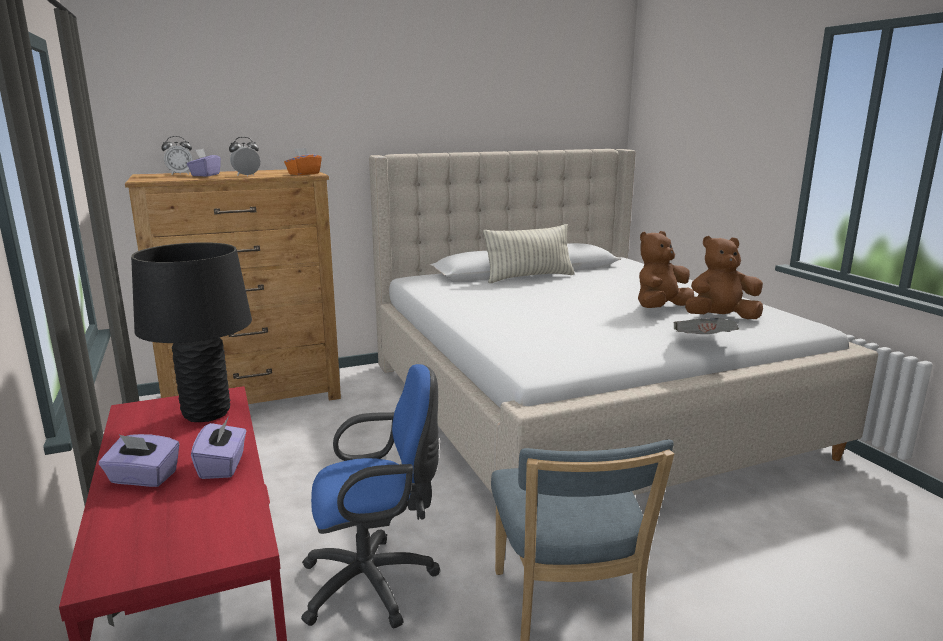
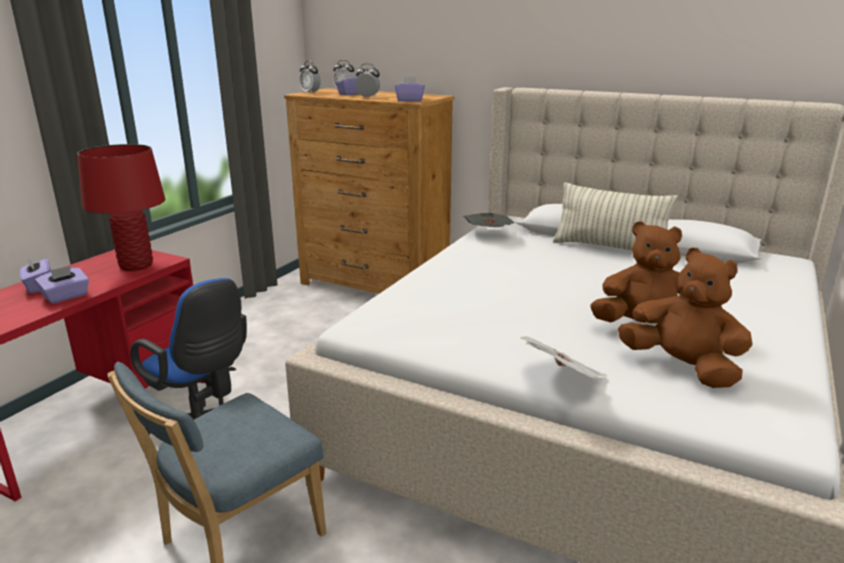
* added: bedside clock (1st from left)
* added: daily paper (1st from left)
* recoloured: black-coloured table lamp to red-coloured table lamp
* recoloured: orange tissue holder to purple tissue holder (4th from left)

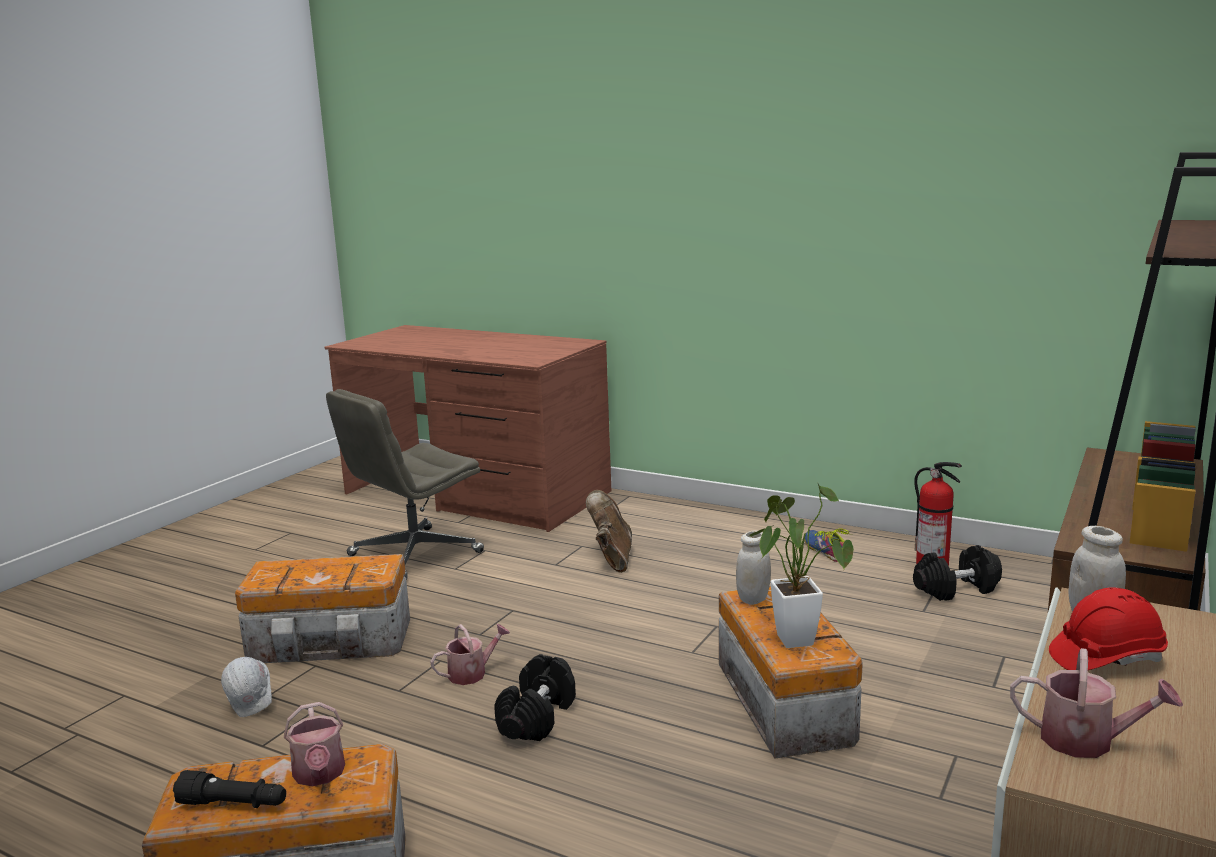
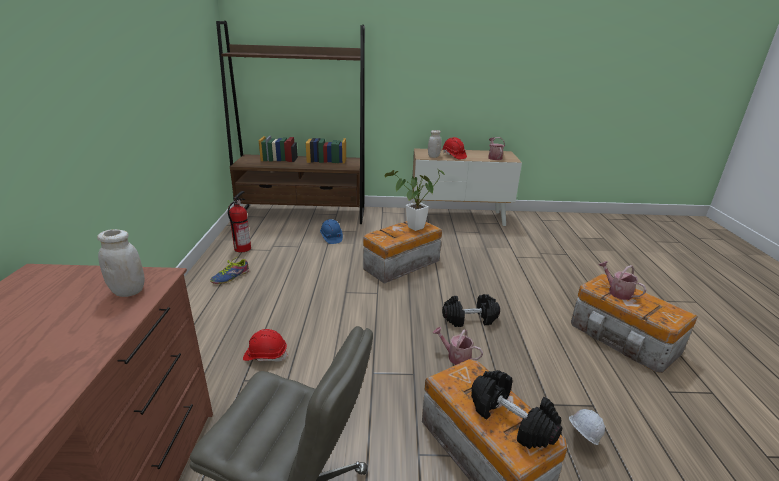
* removed: black-coloured hand torch
* added: blue-coloured work helmet
* moved: white jar (1st from left)
* moved: black-coloured dumbbell (2nd from left)
* replaced: brown-coloured boot to red-coloured work helmet (1st from left)
* turned: watering can (1st from left in the first image) 75 degrees counterclockwise

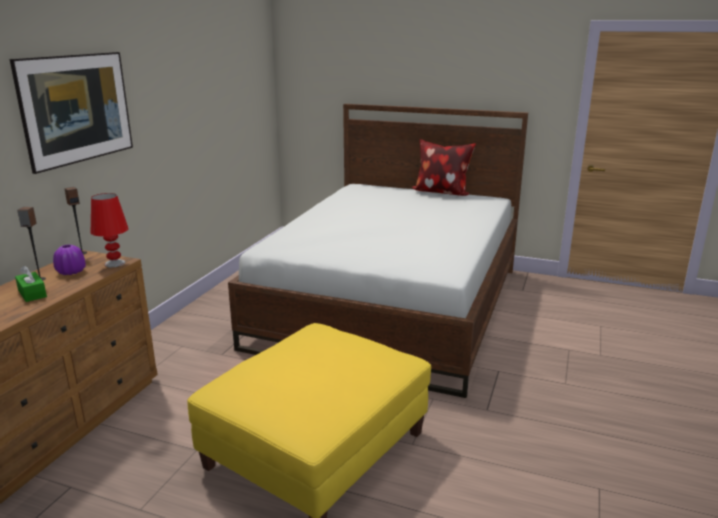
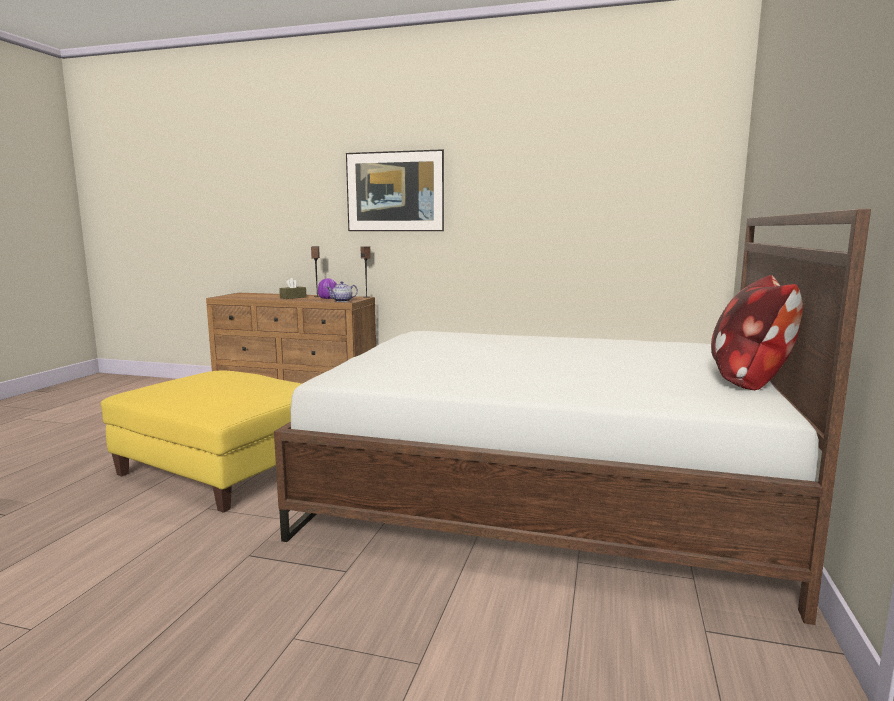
* replaced: red-coloured table lamp to tea pot
* recoloured: green tissue holder to brown-coloured tissue holder

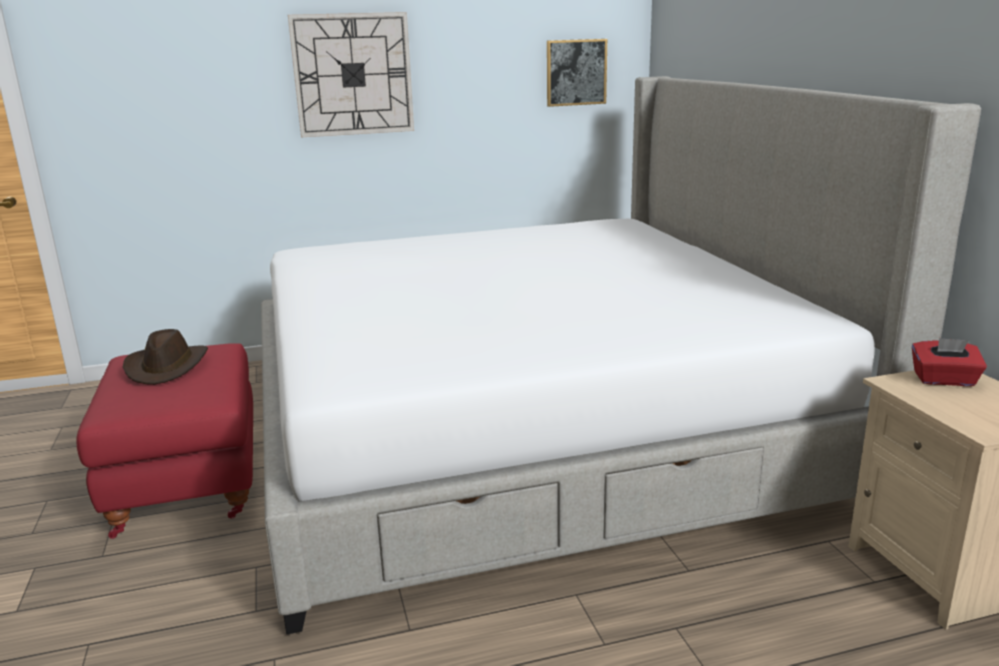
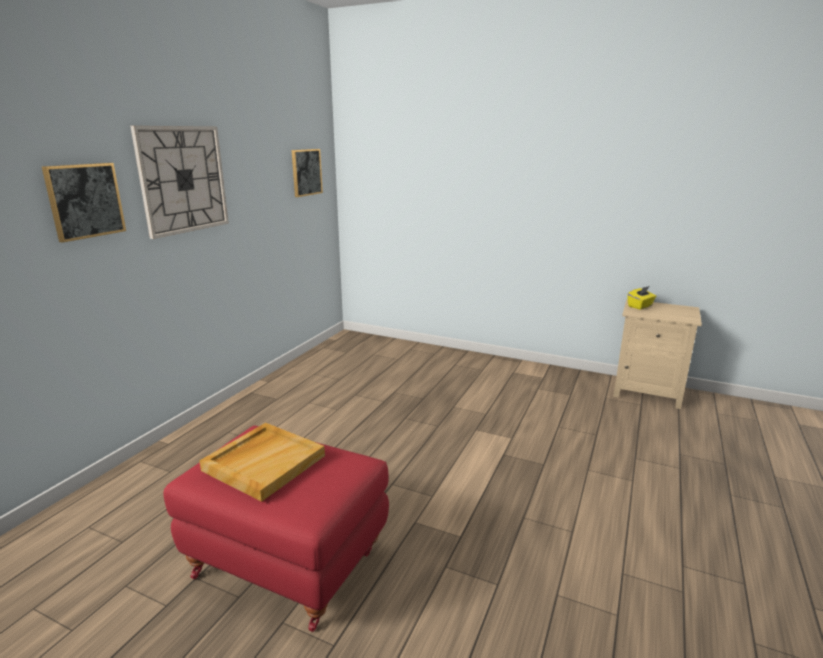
* removed: bed
* added: wall picture (1st from left)
* replaced: brown-coloured wearable hat to sand-coloured serving tray
* recoloured: red-coloured tissue holder to yellow tissue holder

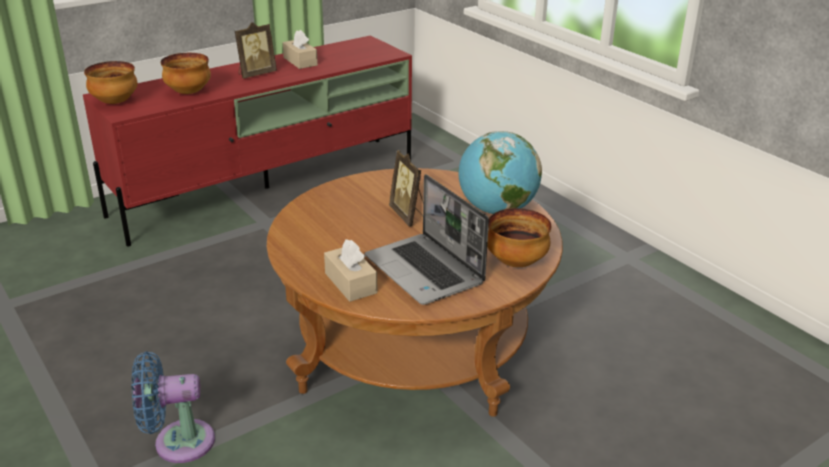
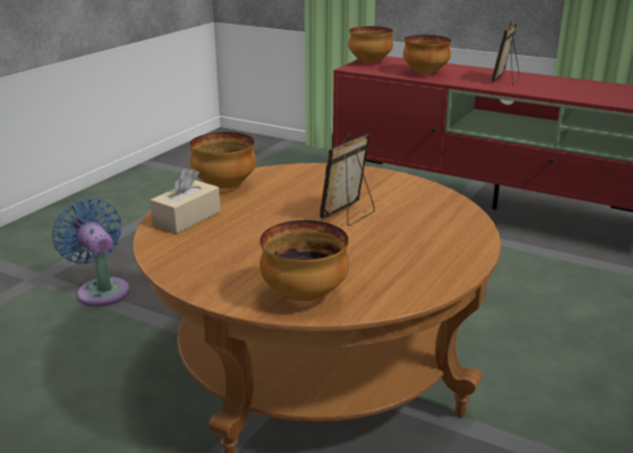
* removed: sand-coloured tissue holder (1st from left)
* removed: laptop
* removed: world globe
* added: deep dish (1st from left)
* turned: standing frame (1st from left in the first image) 90 degrees clockwise

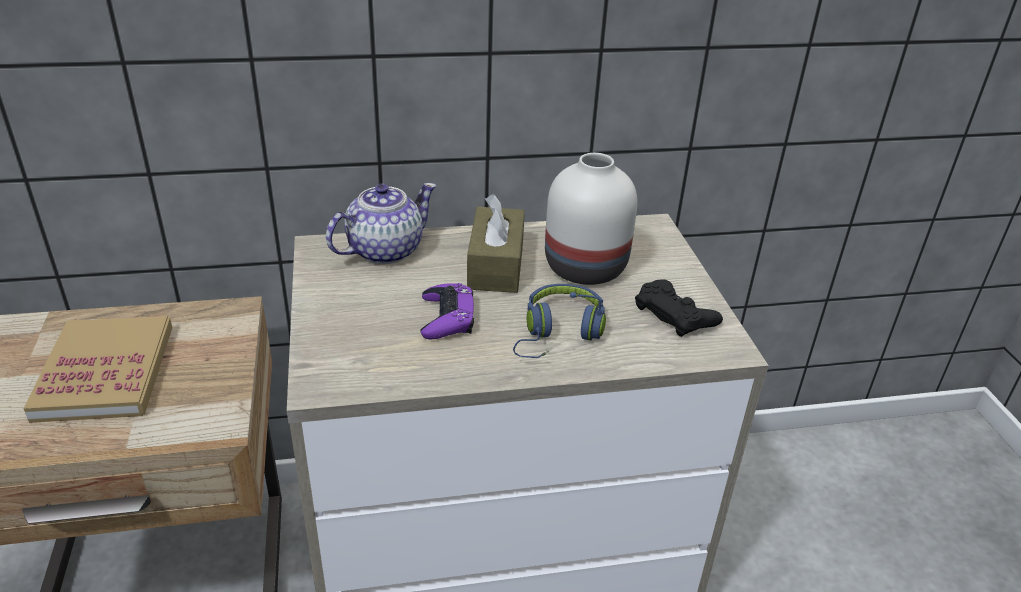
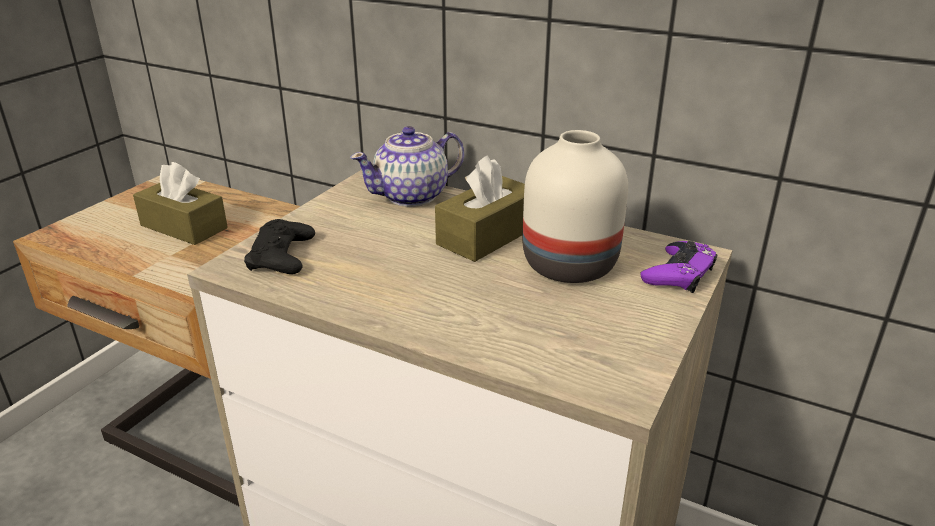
* removed: blue-coloured pair of headphones
* moved: purple gamepad
* moved: black-coloured gamepad
* replaced: bound book to brown-coloured tissue holder (1st from left)
* turned: tea pot 150 degrees clockwise

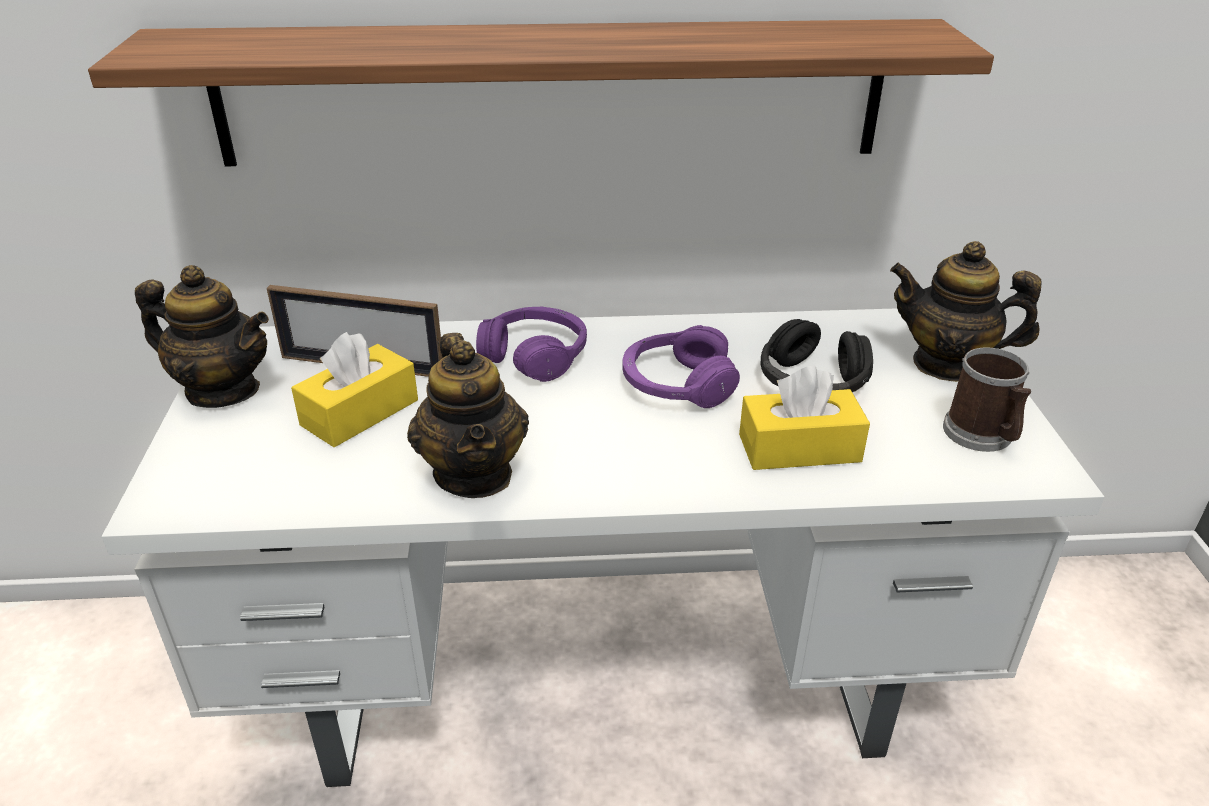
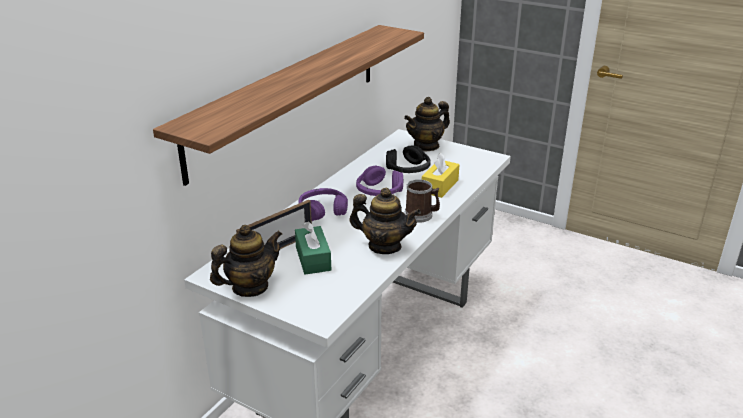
* moved: tea mug
* recoloured: yellow tissue holder (1st from left) to green tissue holder

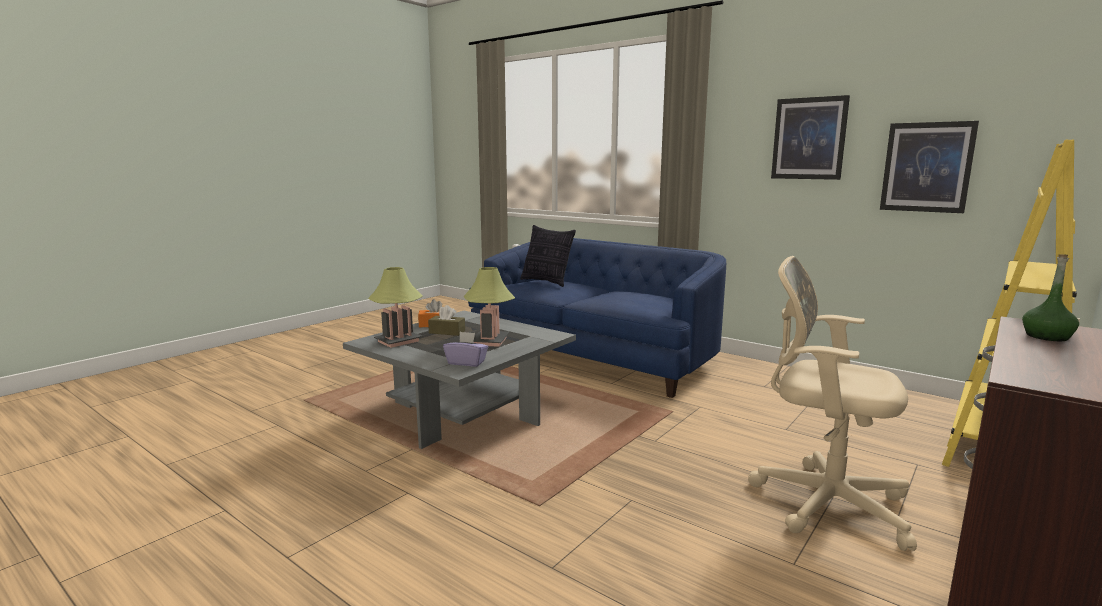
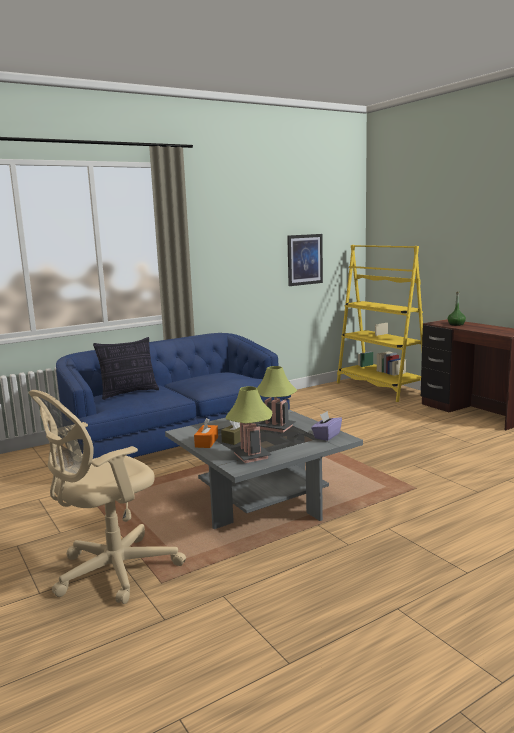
* removed: wall picture (1st from left)
* moved: sand-coloured desk chair

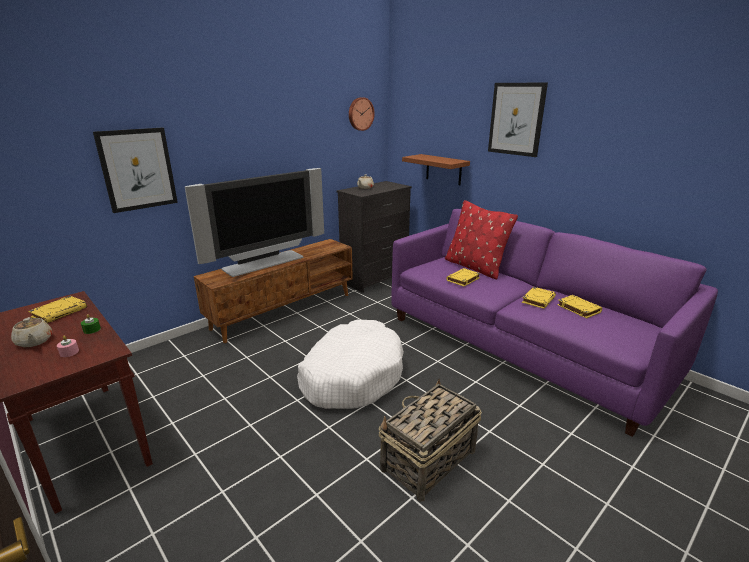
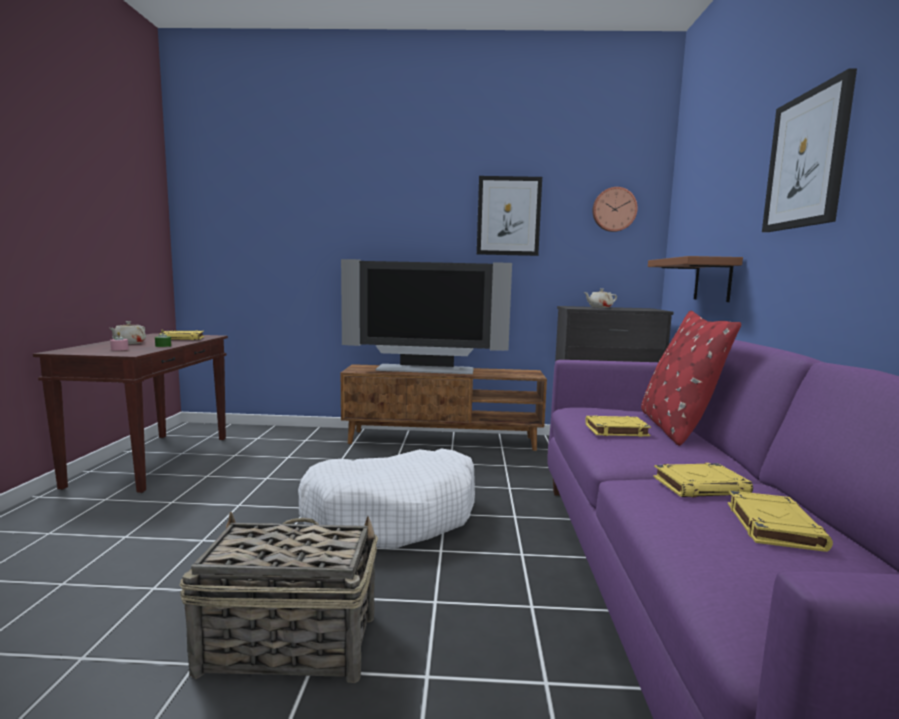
* moved: wall picture (1st from left)

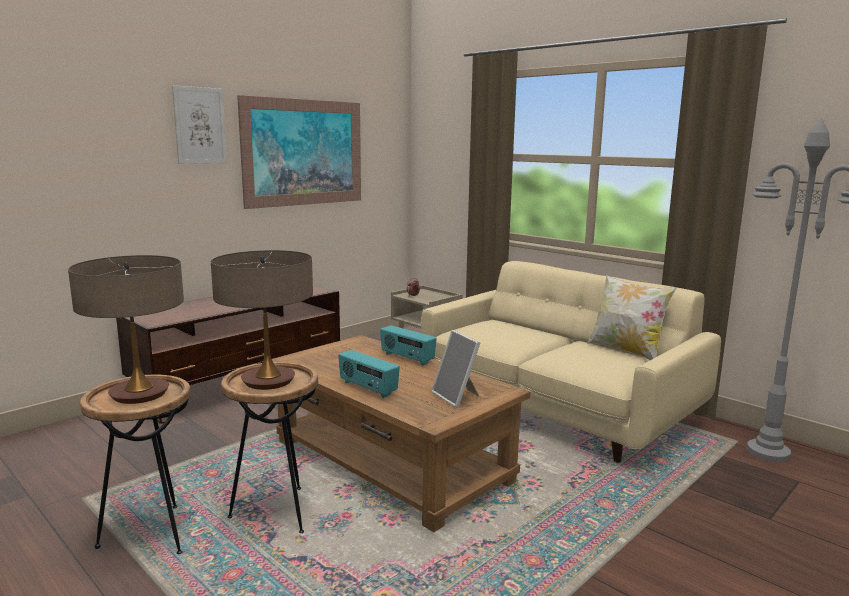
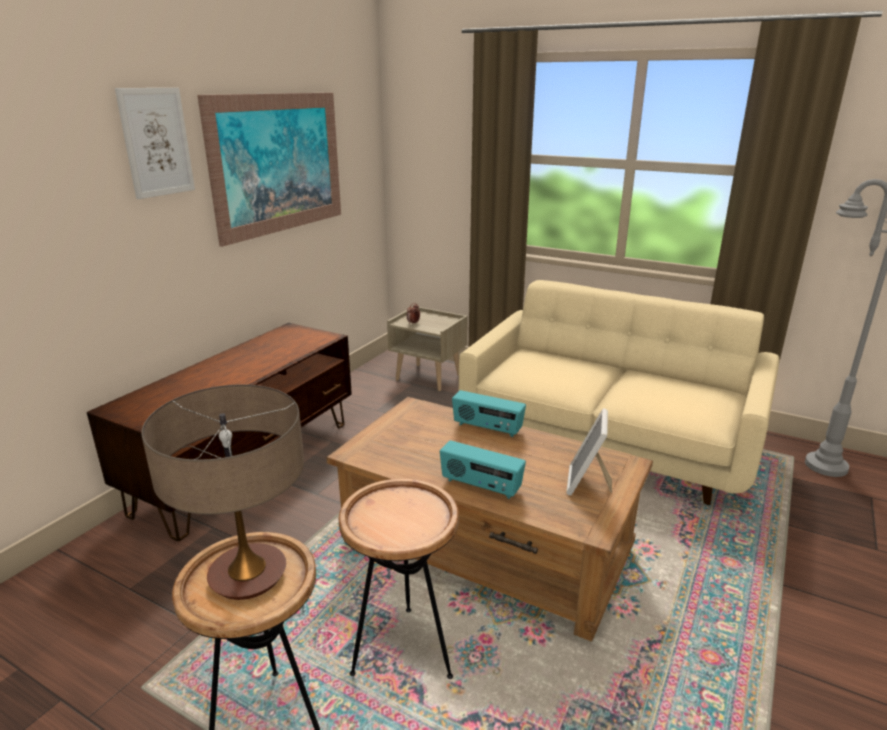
* removed: table lamp (2nd from left)
* removed: throw pillow
* turned: standing frame 60 degrees clockwise

